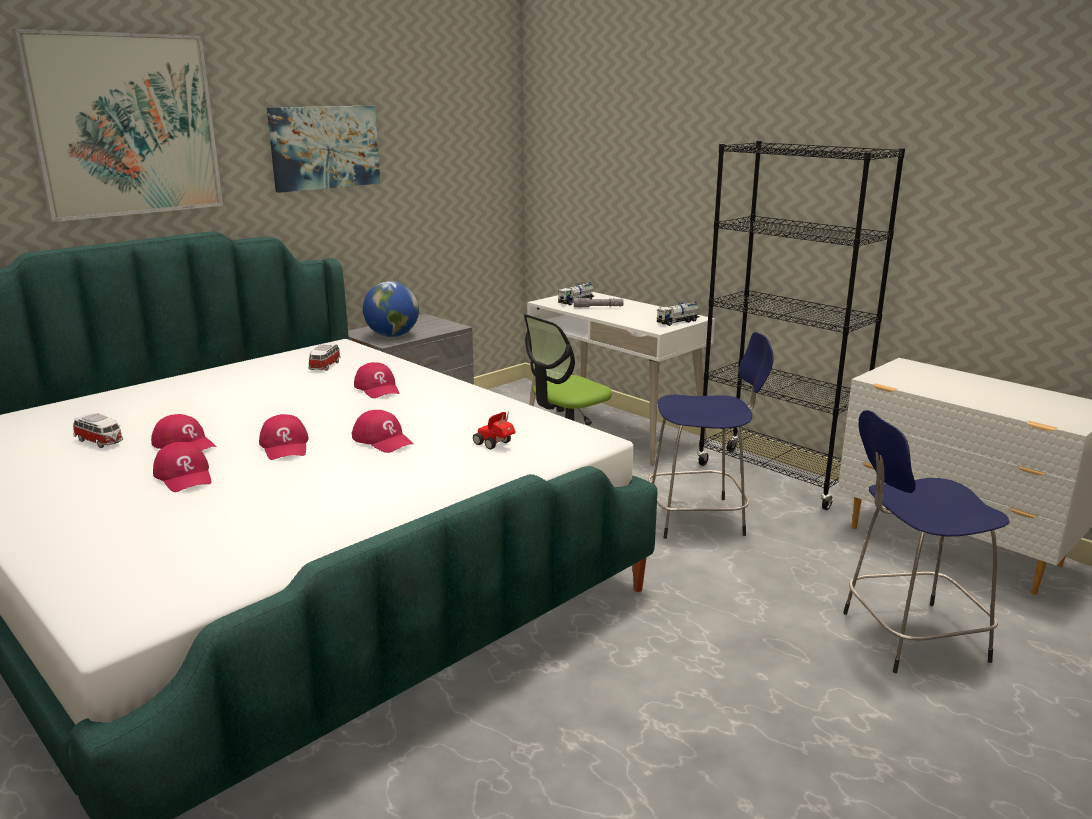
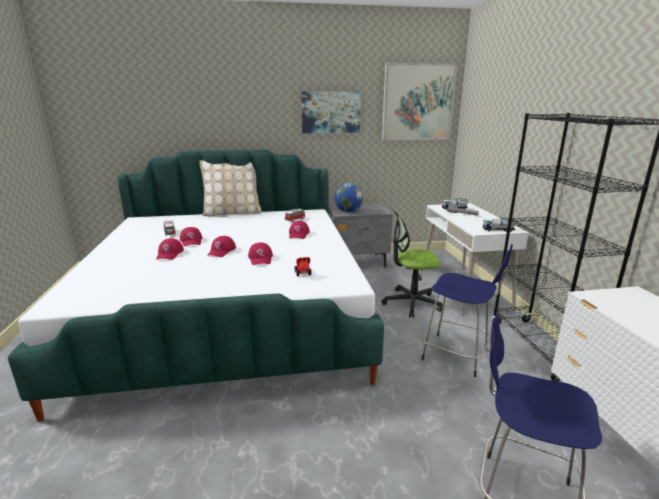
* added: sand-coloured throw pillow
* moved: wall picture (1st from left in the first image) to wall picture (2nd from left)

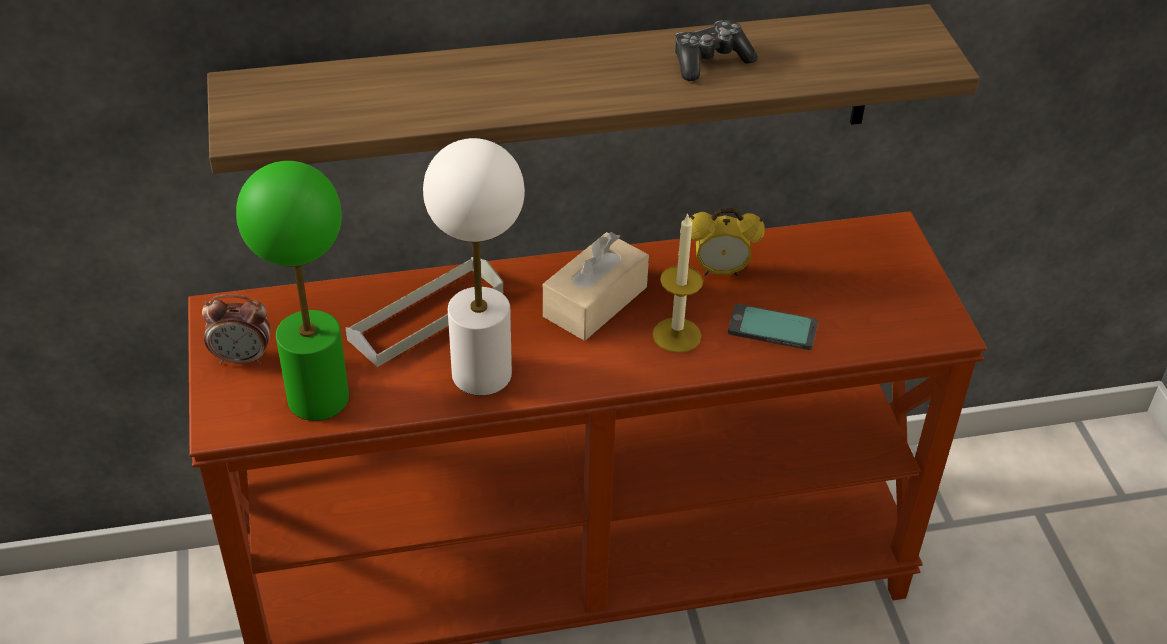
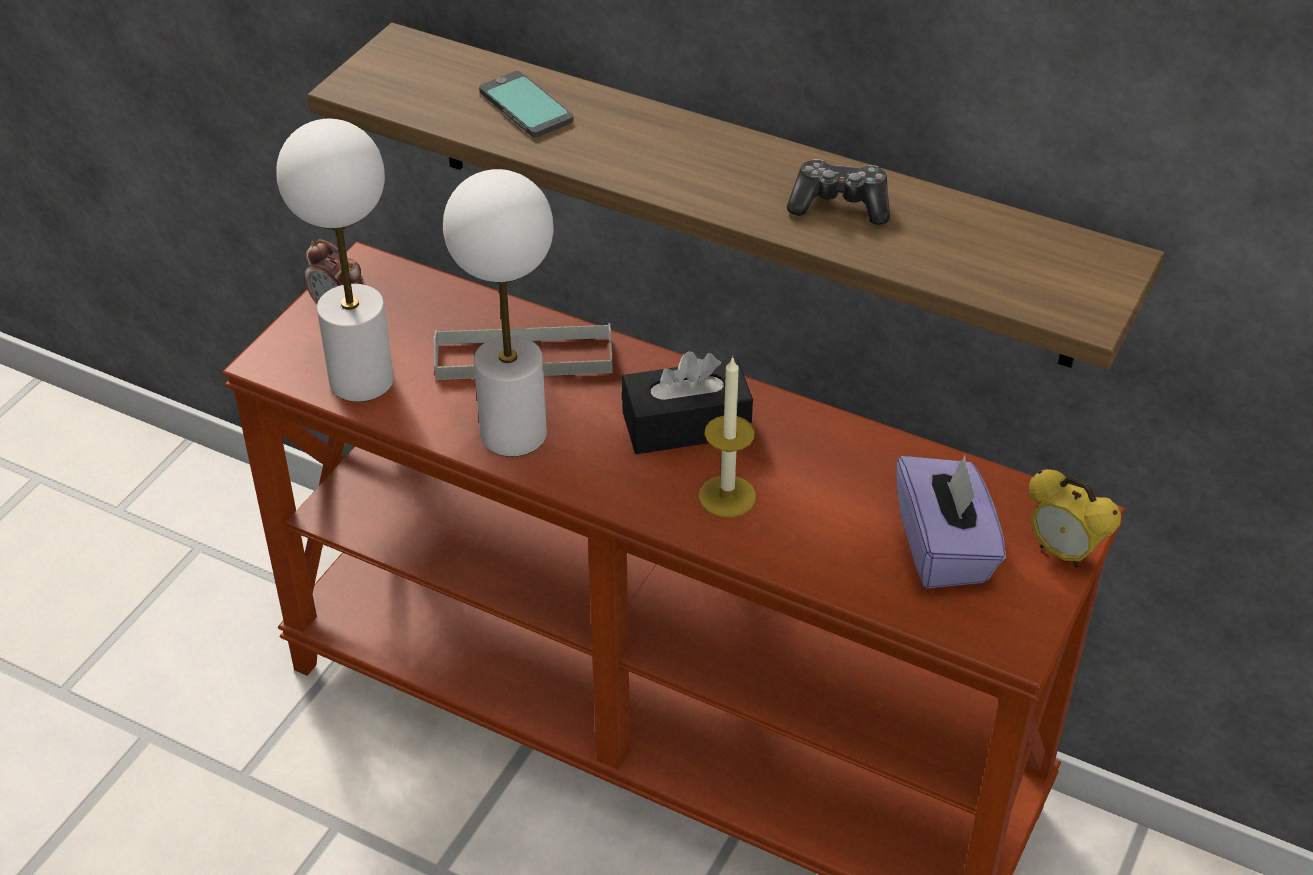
* added: purple tissue holder
* moved: bedside clock (2nd from left)
* moved: handset
* recoloured: green table lamp to white table lamp (1st from left)
* recoloured: sand-coloured tissue holder to black-coloured tissue holder

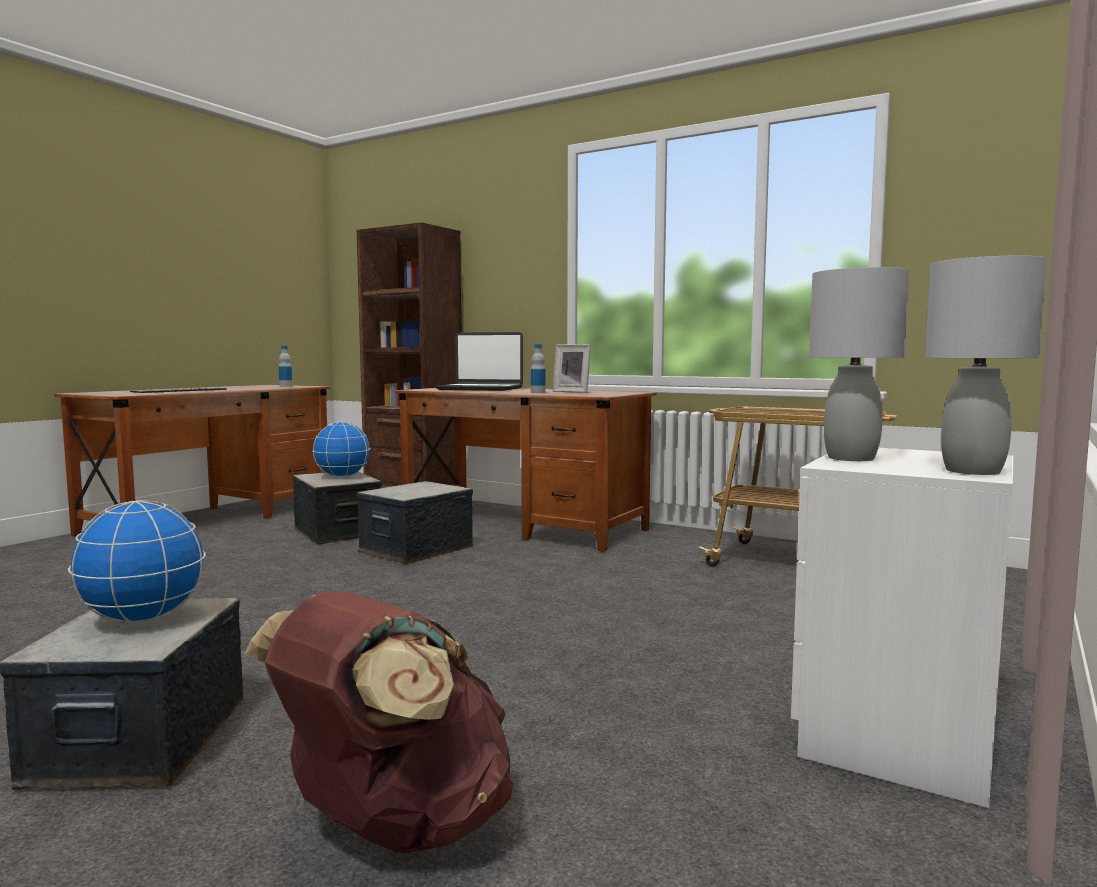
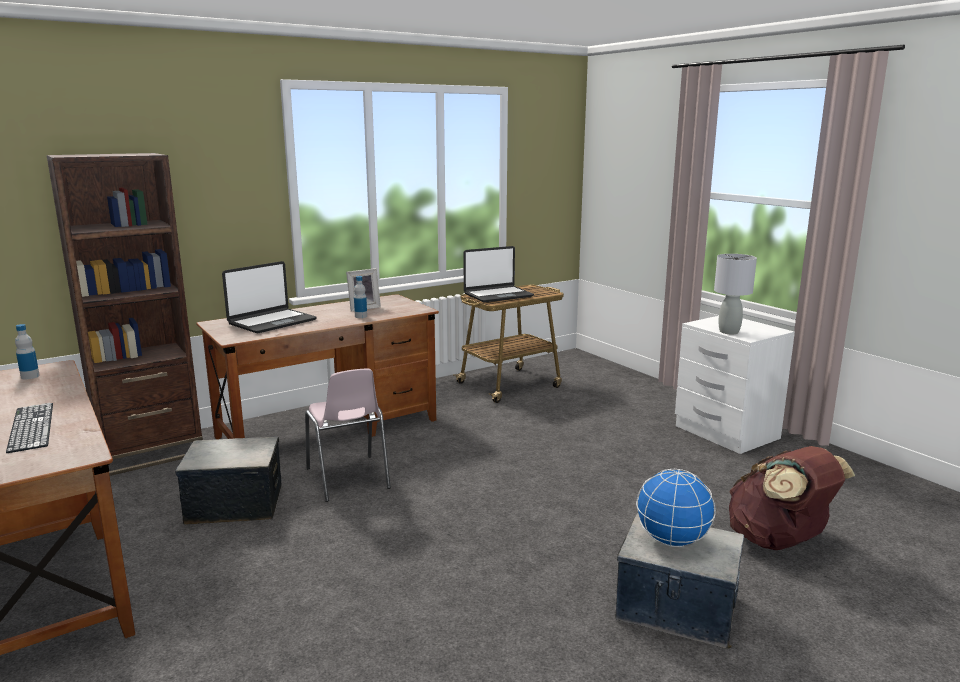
* removed: world globe (2nd from left)
* removed: grey table lamp (2nd from left)
* added: laptop (2nd from left)
* replaced: storage container (3rd from left) to pink upright chair

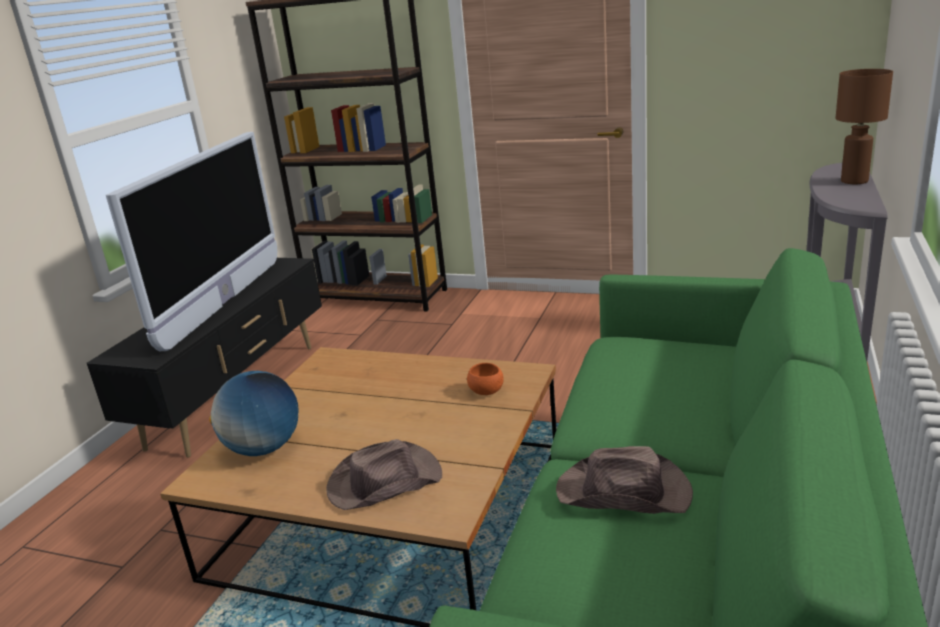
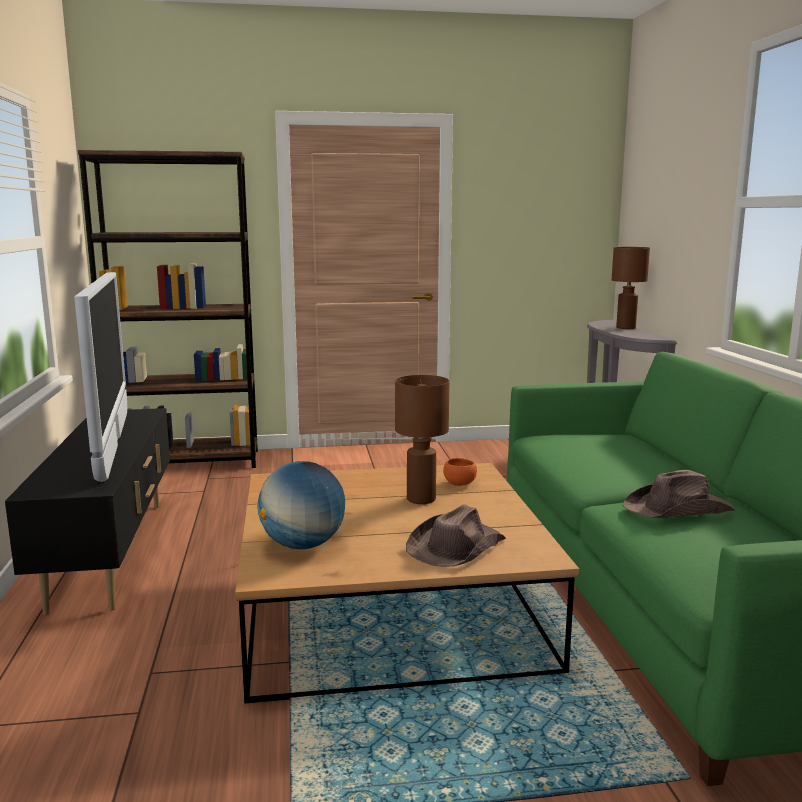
* added: brown-coloured table lamp (1st from left)

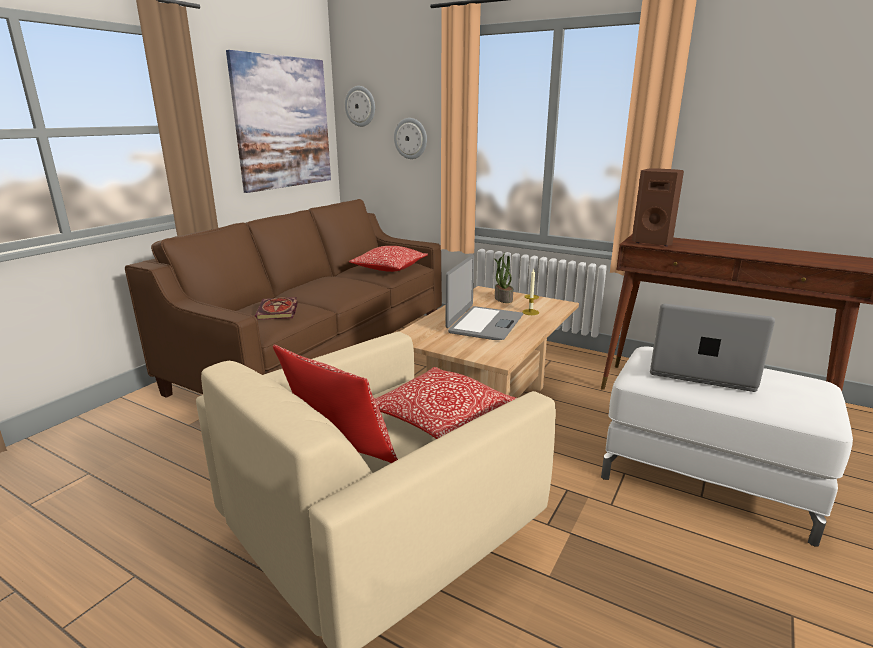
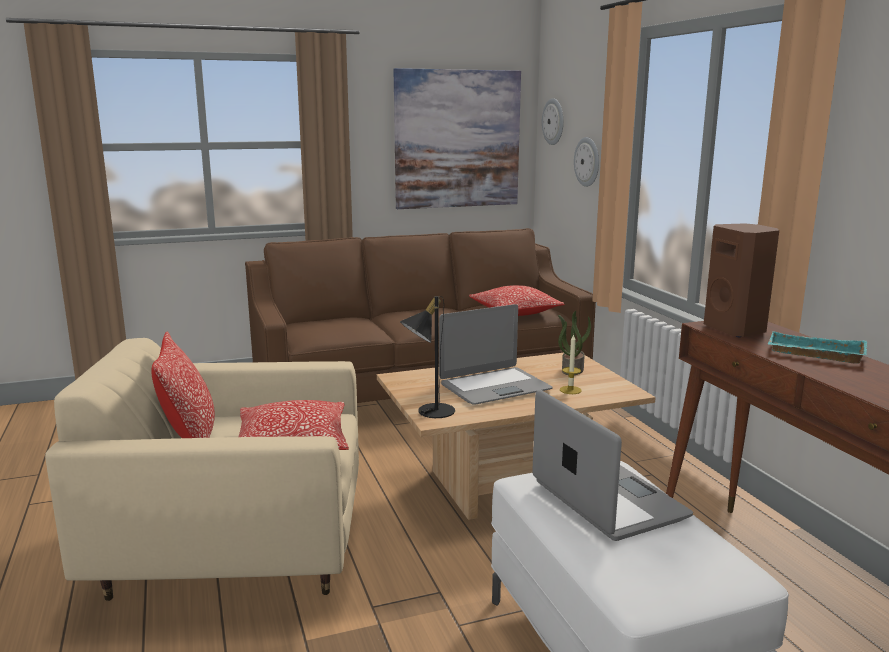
* removed: bound book
* added: black-coloured table lamp
* added: blue-green serving tray

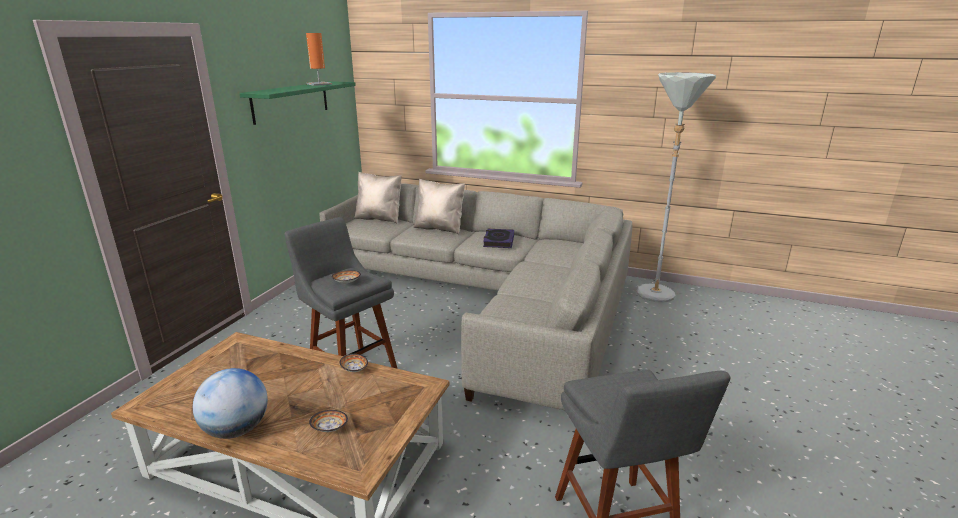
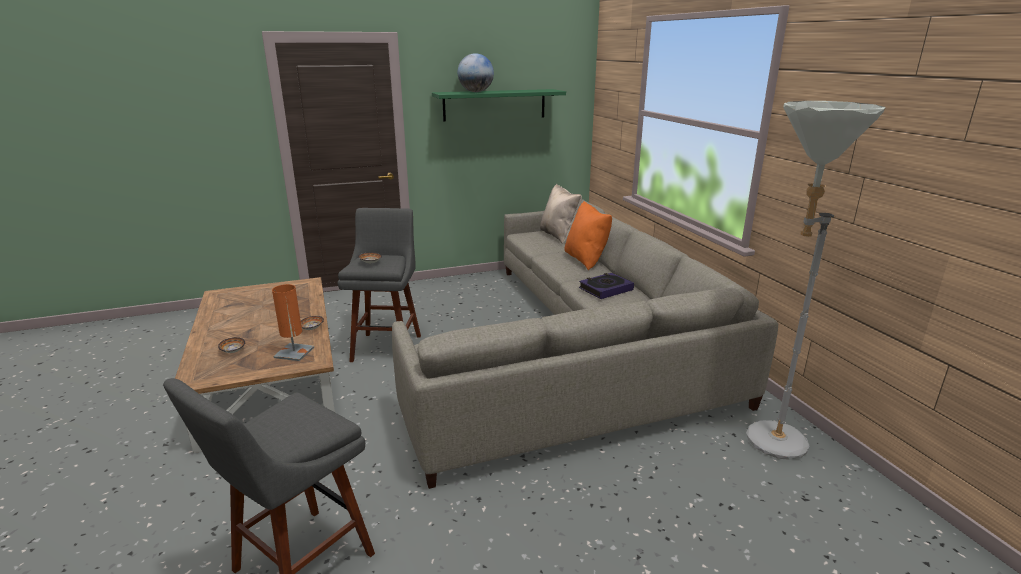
* moved: world globe
* moved: orange table lamp
* recoloured: sand-coloured throw pillow (2nd from left) to orange throw pillow

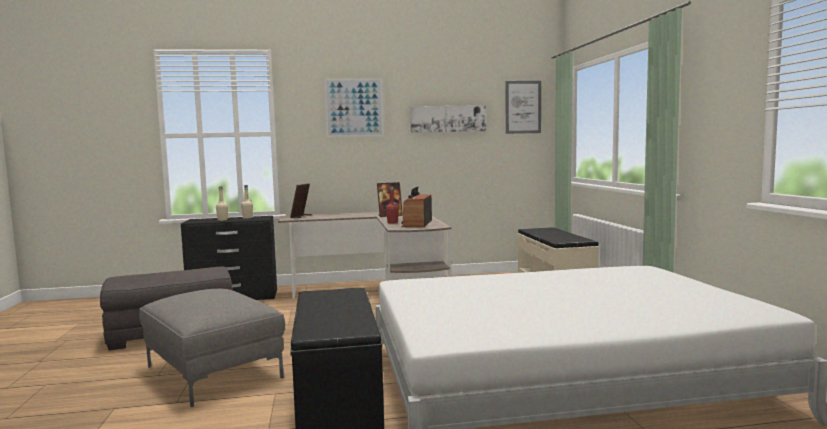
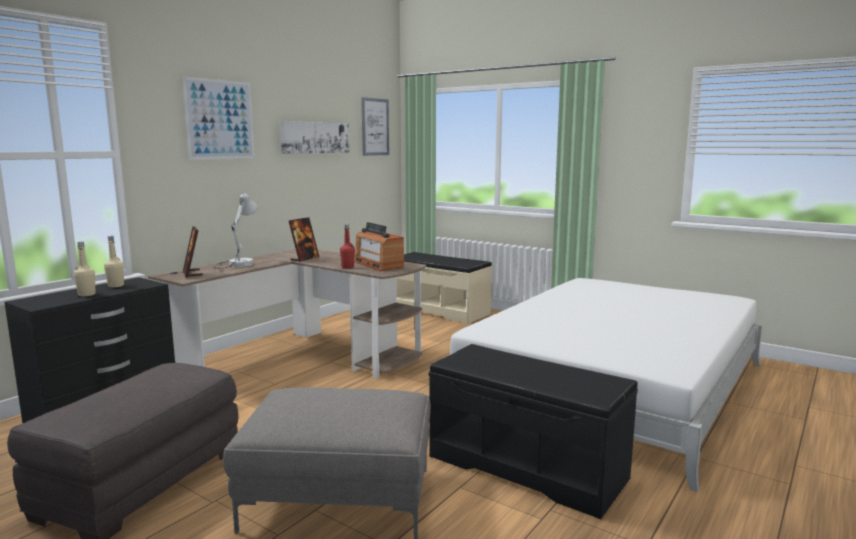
* added: white table lamp

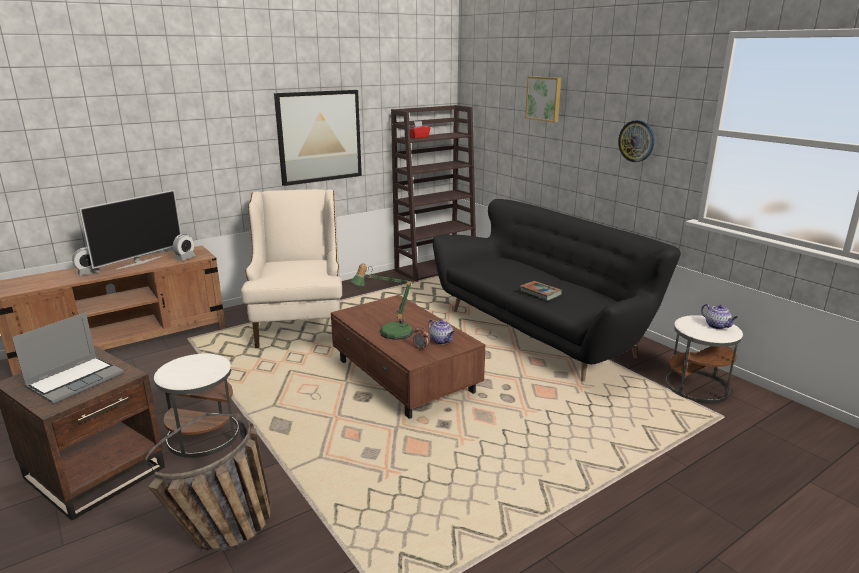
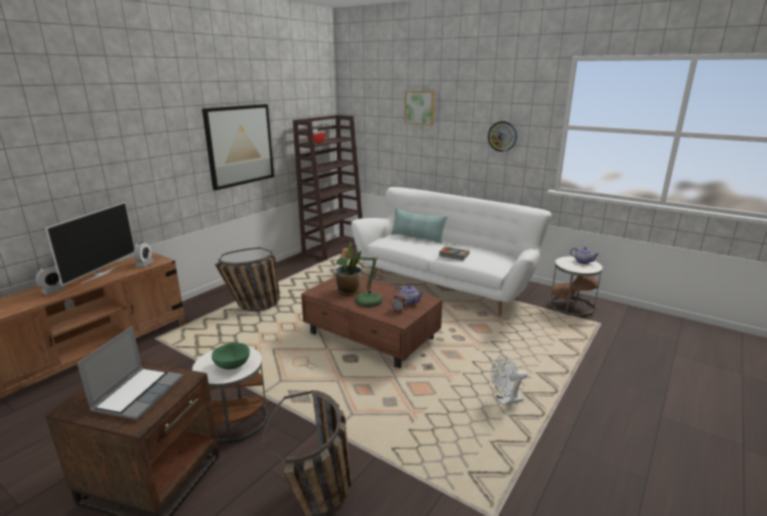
* added: green deep dish
* added: plant in a pot
* added: throw pillow
* added: white cooling fan
* replaced: sand-coloured easy chair to storage basket (1st from left)
* recoloured: black-coloured settee to white settee

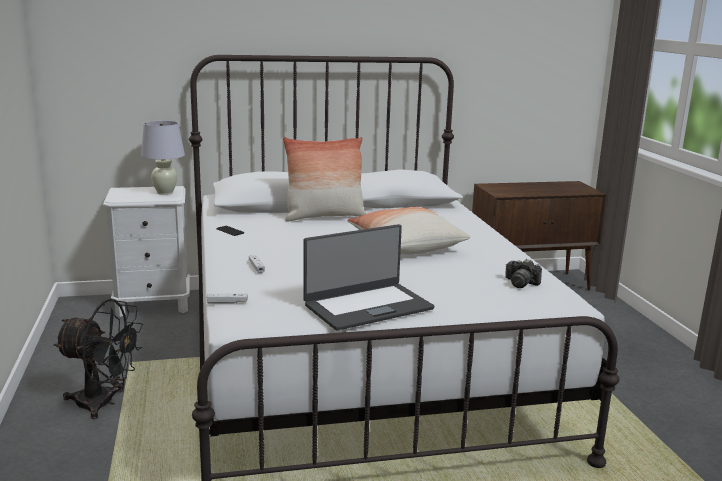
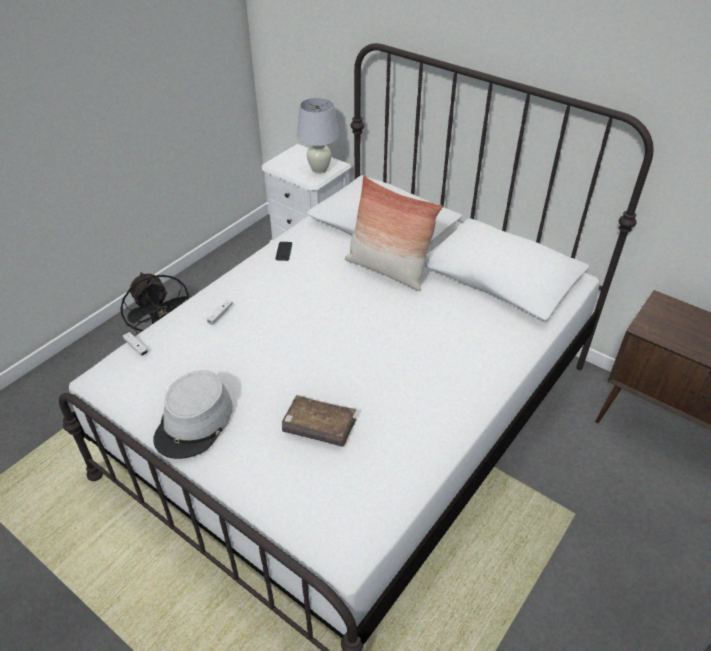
* removed: throw pillow (2nd from left)
* removed: still camera
* added: brown-coloured bound book
* replaced: laptop to grey wearable hat

